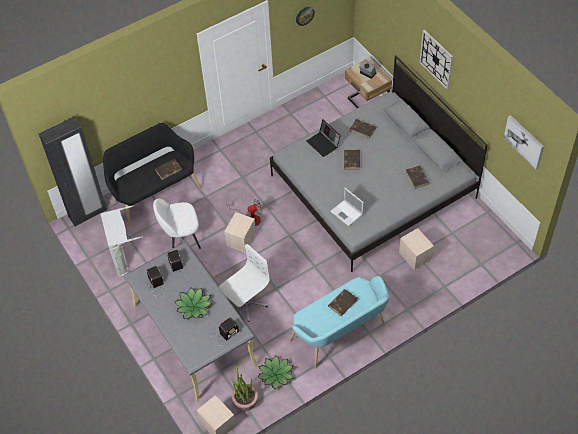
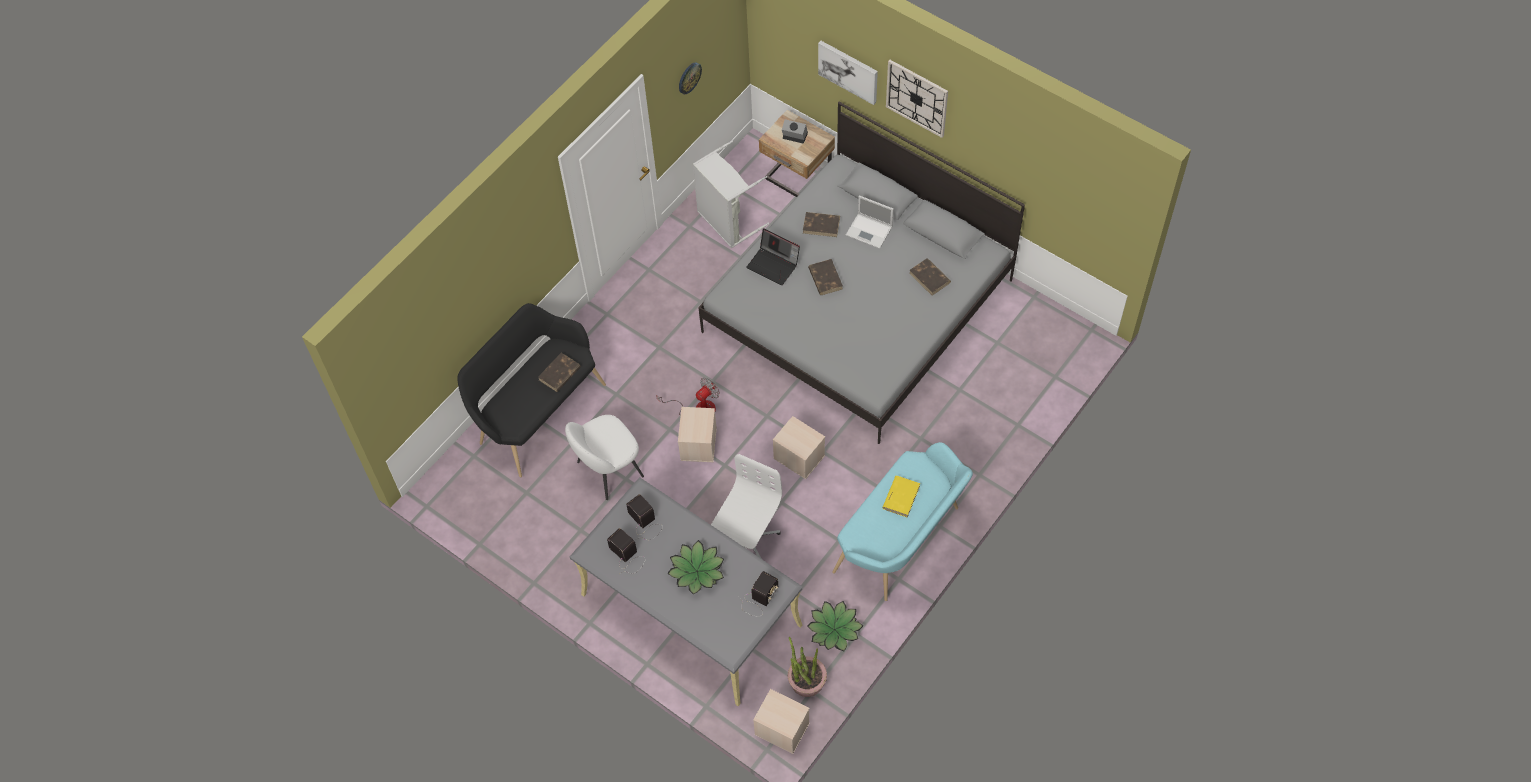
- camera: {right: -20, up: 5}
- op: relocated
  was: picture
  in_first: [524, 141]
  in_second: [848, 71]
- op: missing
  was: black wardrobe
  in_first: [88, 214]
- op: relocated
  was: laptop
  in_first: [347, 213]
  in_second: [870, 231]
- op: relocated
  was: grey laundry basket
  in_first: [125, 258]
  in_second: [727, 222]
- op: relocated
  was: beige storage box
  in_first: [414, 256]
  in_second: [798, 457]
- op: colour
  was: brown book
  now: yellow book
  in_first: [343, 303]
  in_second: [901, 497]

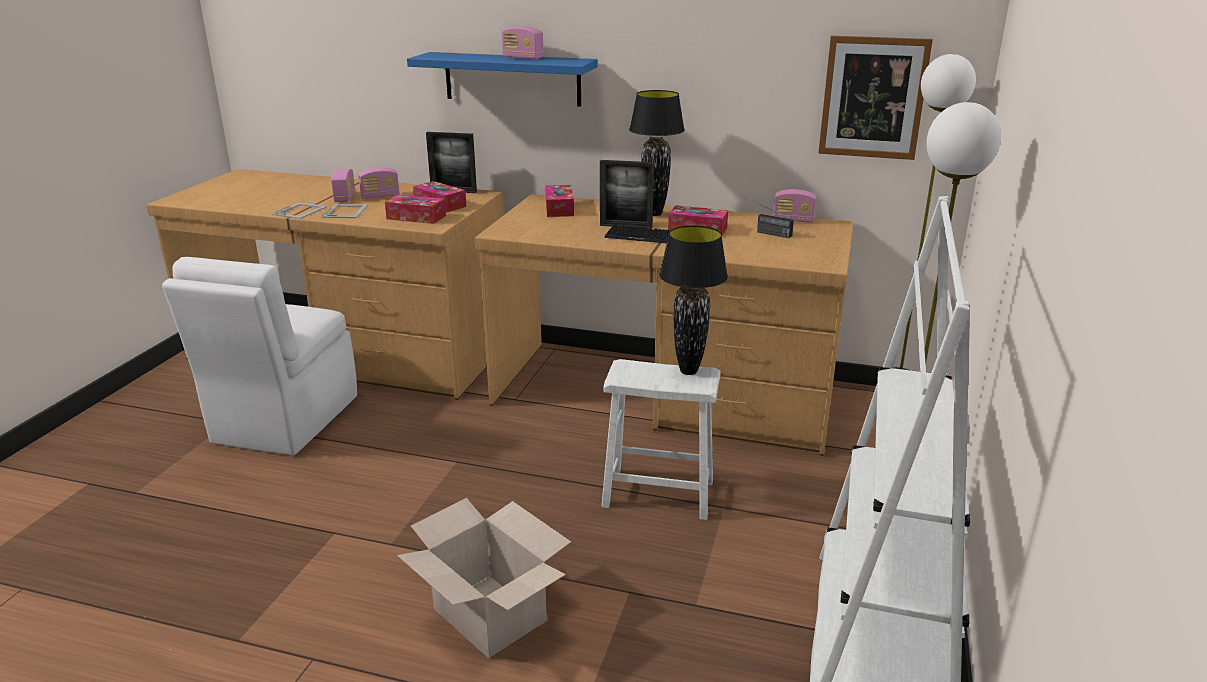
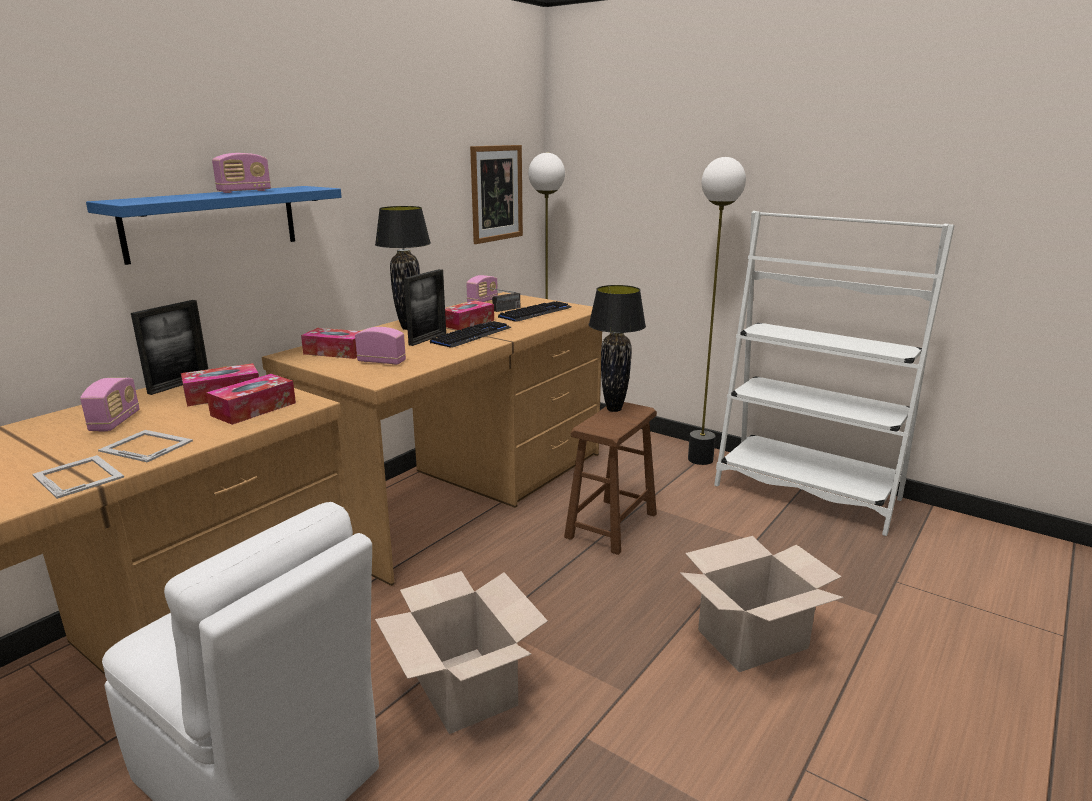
- camera: {right: -70, up: -5}
- op: relocated
  was: radio
  in_first: [345, 198]
  in_second: [381, 362]
- op: colour
  was: white stool
  now: brown stool
  in_first: [658, 494]
  in_second: [612, 525]
- op: appeared
  now: keyboard
  in_second: [535, 313]
- op: appeared
  now: cardboard box
  in_second: [466, 689]

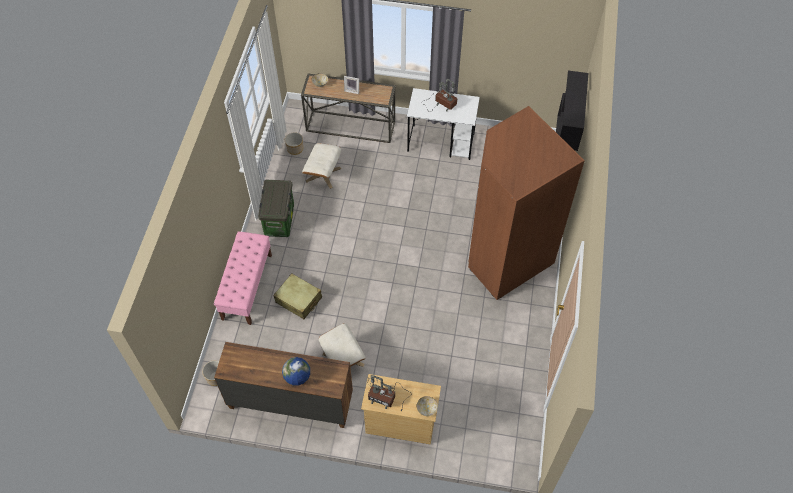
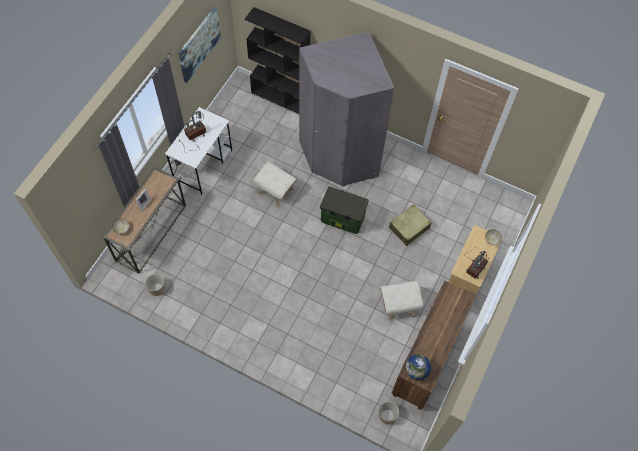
- camera: {right: -75, up: 5}
- op: colour
  was: brown wardrobe
  now: grey wardrobe
  in_first: [505, 256]
  in_second: [339, 157]
- op: relocated
  was: beige ottoman
  in_first: [323, 174]
  in_second: [275, 190]
- op: relocated
  was: storage box
  in_first: [279, 219]
  in_second: [342, 219]
- op: missing
  was: pink bench
  in_first: [247, 286]
- op: relocated
  was: beige suitcase
  in_first: [298, 300]
  in_second: [409, 228]
- op: relocated
  was: globe
  in_first: [297, 377]
  in_second: [416, 371]
- op: appeared
  now: picture
  in_second: [199, 44]

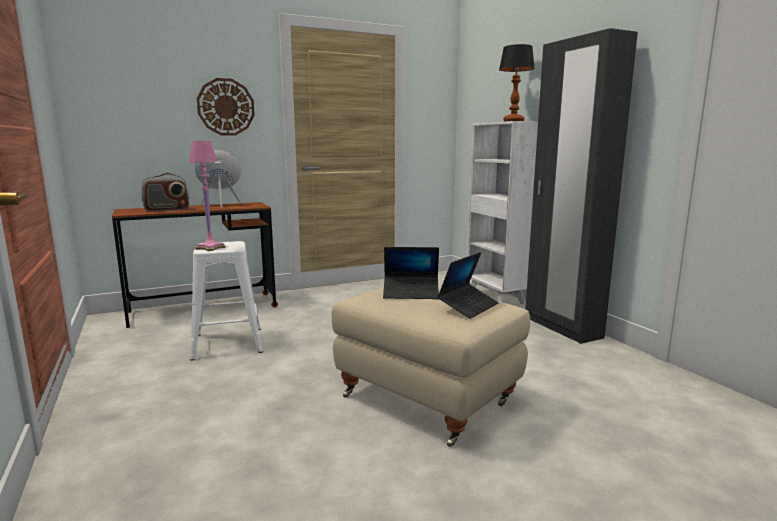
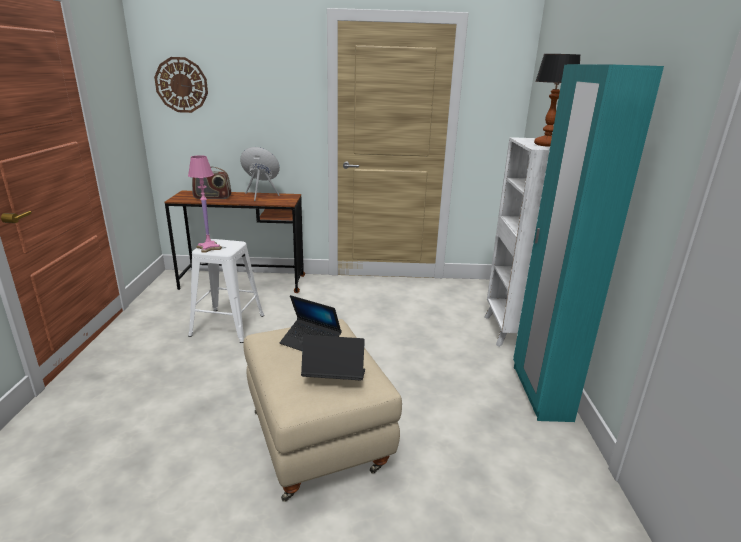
- camera: {right: 25, up: 10}
- op: colour
  was: black wardrobe
  now: turquoise wardrobe
  in_first: [562, 328]
  in_second: [540, 392]
- op: relocated
  was: wall clock
  in_first: [226, 107]
  in_second: [181, 85]
- op: spun
  was: laptop
  in_first: [468, 307]
  in_second: [334, 378]
  clockwise: -150

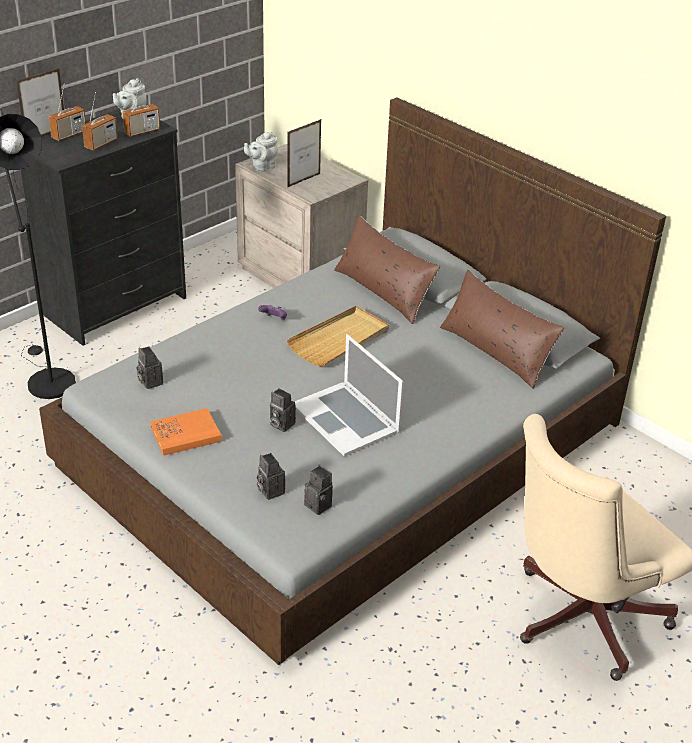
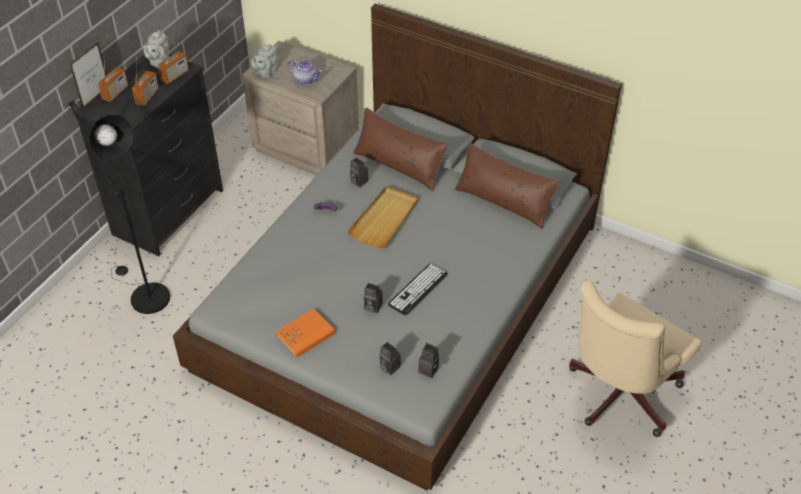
- camera: {right: -15, up: 10}
- op: exchanged
  was: picture frame
  now: teapot
  in_first: [304, 180]
  in_second: [305, 79]
- op: exchanged
  was: laptop
  now: keyboard
  in_first: [346, 418]
  in_second: [418, 289]
- op: relocated
  was: photo camera
  in_first: [149, 381]
  in_second: [358, 181]

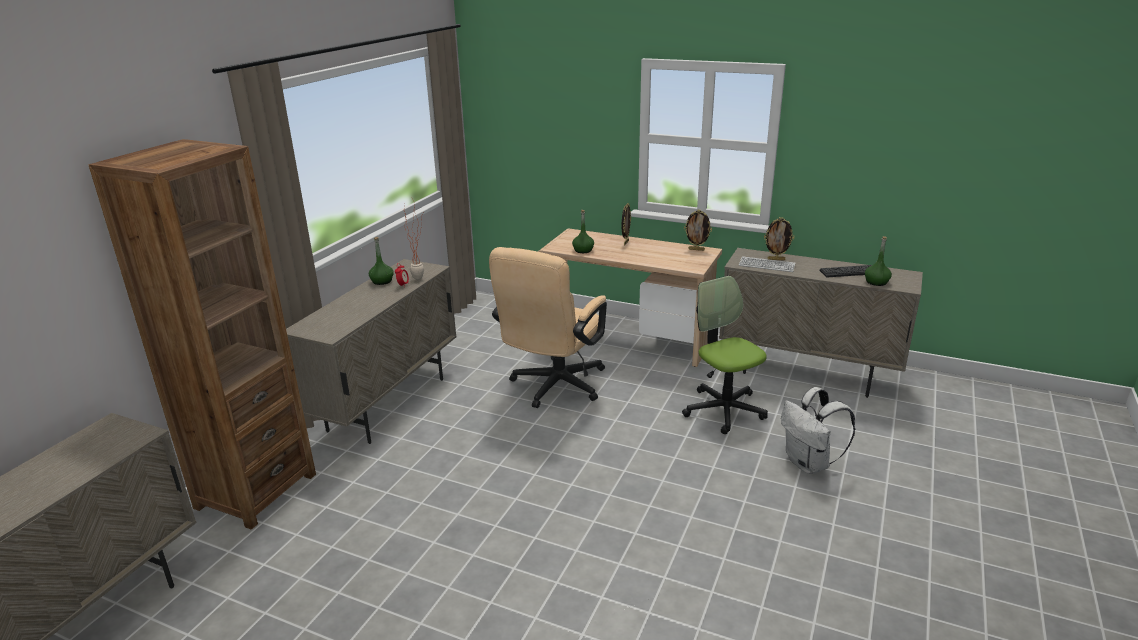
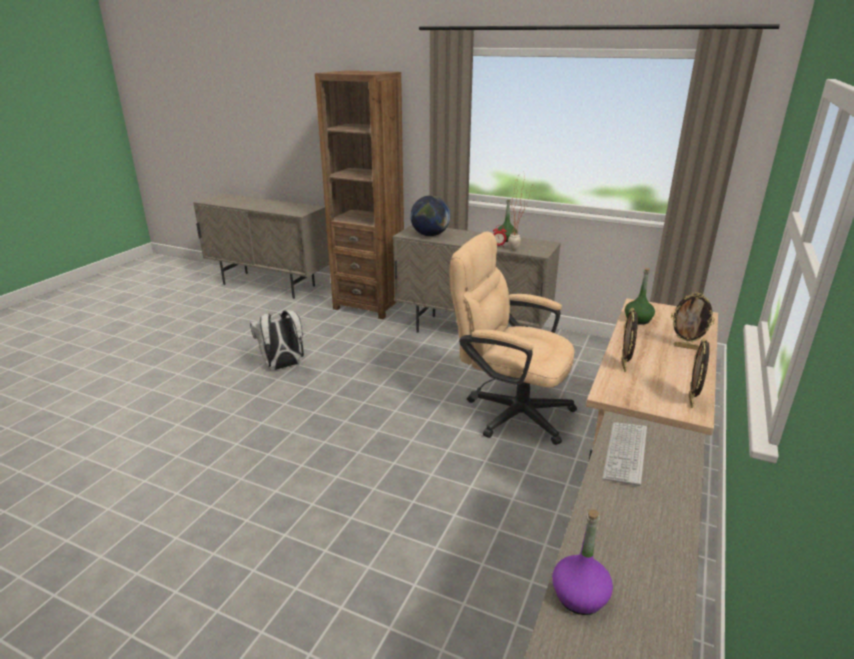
- camera: {right: 90, up: 0}
- op: relocated
  was: picture frame
  in_first: [776, 259]
  in_second: [624, 366]
- op: colour
  was: green bottle
  now: purple bottle
  in_first: [876, 282]
  in_second: [579, 597]
- op: missing
  was: keyboard
  in_first: [849, 272]
- op: missing
  was: office chair
  in_first: [724, 410]
- op: relocated
  was: white backpack
  in_first: [809, 464]
  in_second: [283, 366]
- op: appeared
  now: globe
  in_second: [430, 235]

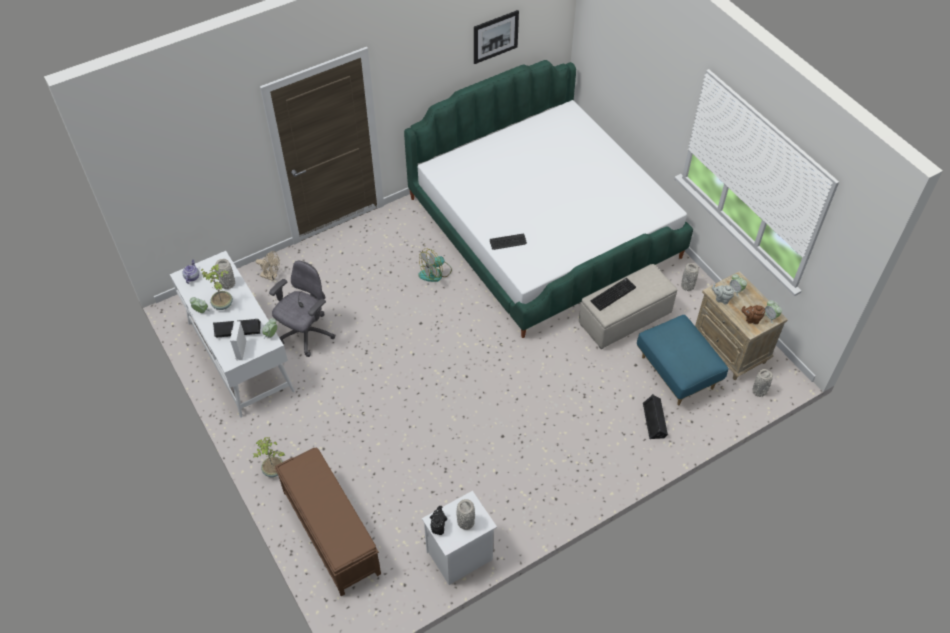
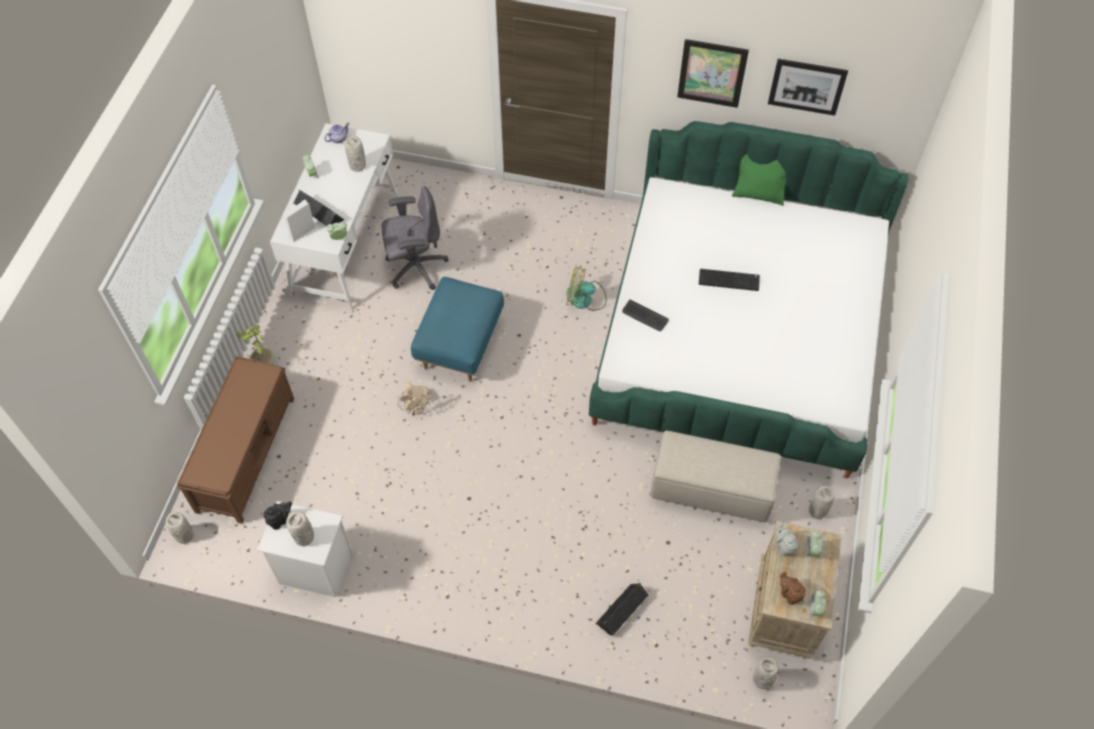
- camera: {right: 45, up: 5}
- op: relocated
  was: beige fan
  in_first: [271, 276]
  in_second: [416, 409]
- op: missing
  was: potted plant
  in_first: [223, 304]
- op: relocated
  was: keyboard
  in_first: [613, 294]
  in_second: [729, 279]
- op: relocated
  was: blue ottoman
  in_first: [676, 373]
  in_second: [460, 344]
- op: appeared
  now: picture
  in_second: [712, 73]
- op: appeared
  now: green pillow
  in_second: [758, 195]
- op: appeared
  now: grey vase
  in_second: [184, 535]

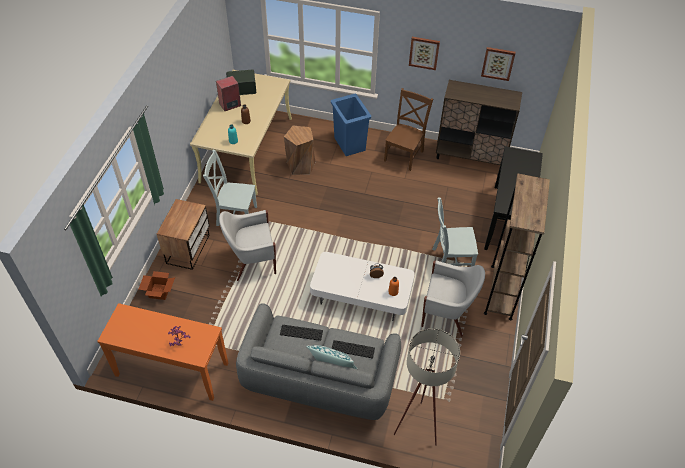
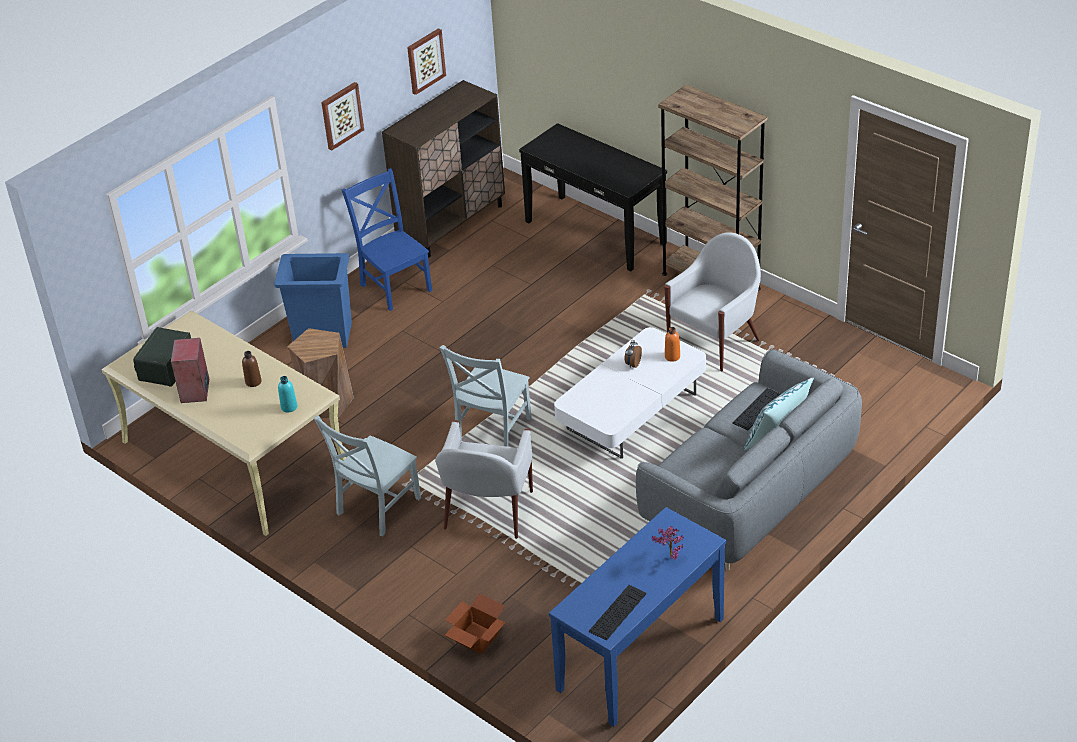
- camera: {right: -60, up: -10}
- op: colour
  was: brown chair
  now: blue chair
  in_first: [404, 155]
  in_second: [395, 286]
- op: relocated
  was: grey chair
  in_first: [449, 261]
  in_second: [492, 432]
- op: missing
  was: nightstand
  in_first: [189, 249]
- op: colour
  was: orange console table
  now: blue console table
  in_first: [172, 370]
  in_second: [641, 654]
- op: relocated
  was: keyboard
  in_first: [301, 332]
  in_second: [617, 612]
- op: missing
  was: beige floor lamp
  in_first: [418, 422]

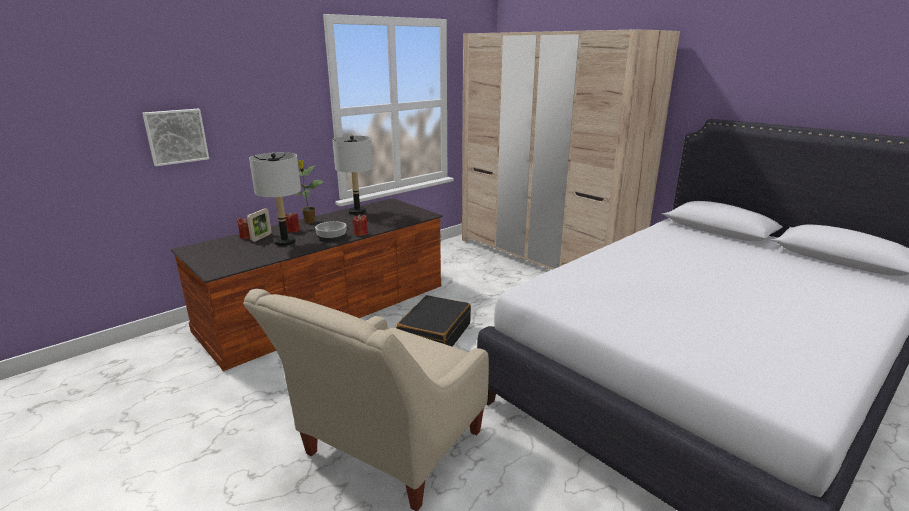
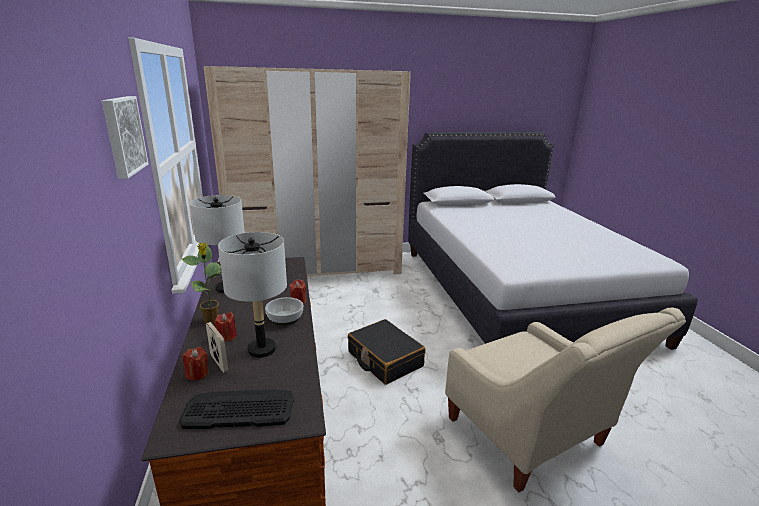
- camera: {right: -60, up: 0}
- op: relocated
  was: picture
  in_first: [176, 136]
  in_second: [122, 135]
- op: appeared
  now: keyboard
  in_second: [238, 409]

